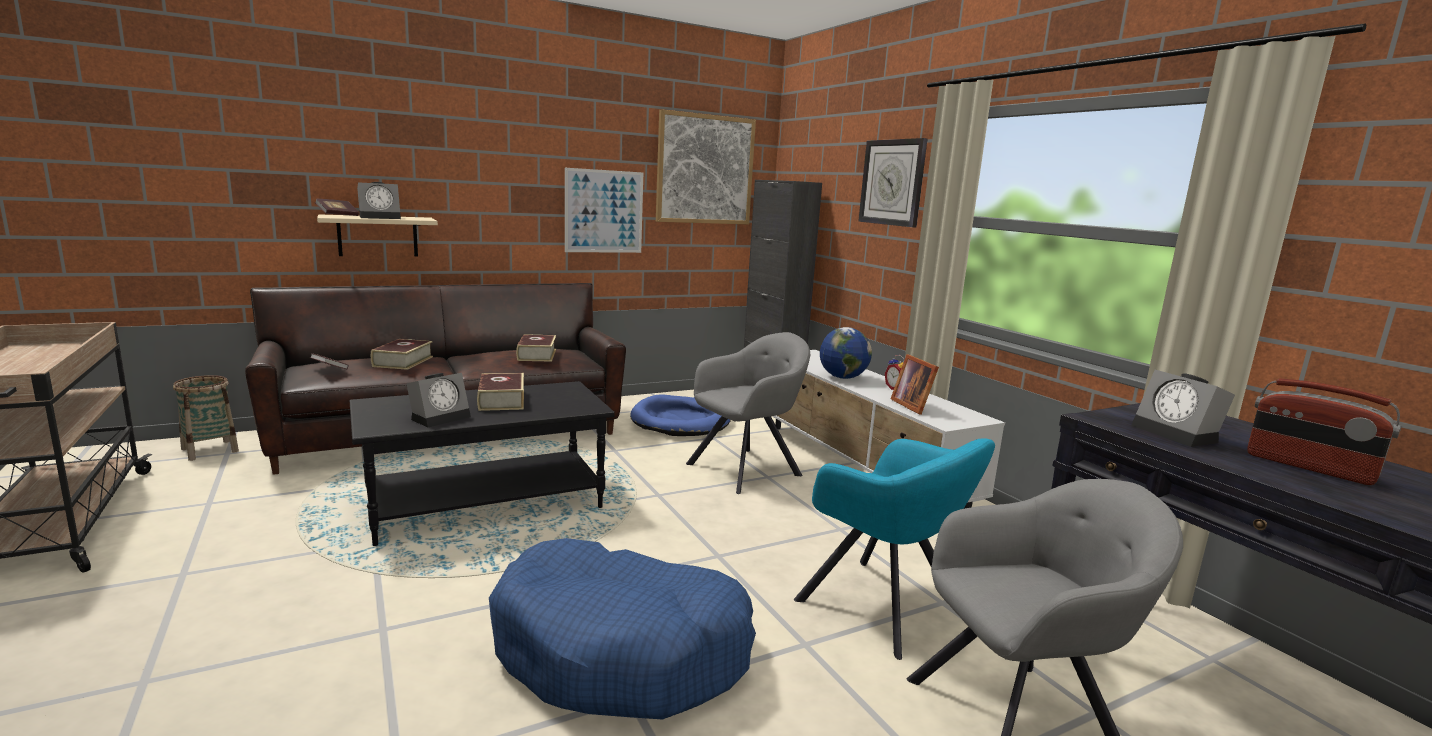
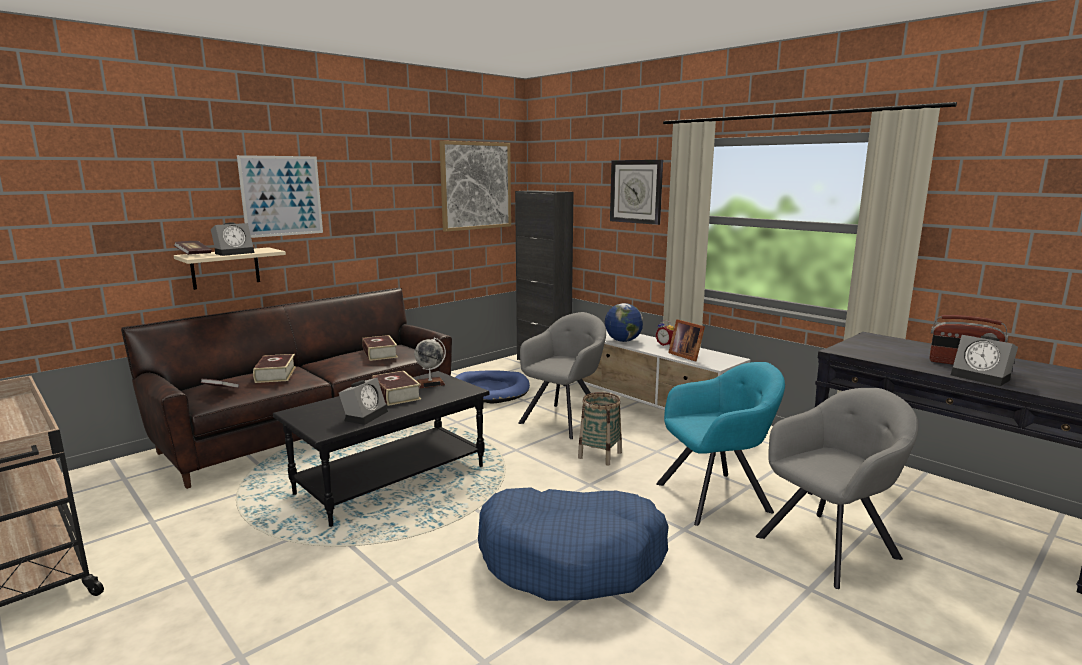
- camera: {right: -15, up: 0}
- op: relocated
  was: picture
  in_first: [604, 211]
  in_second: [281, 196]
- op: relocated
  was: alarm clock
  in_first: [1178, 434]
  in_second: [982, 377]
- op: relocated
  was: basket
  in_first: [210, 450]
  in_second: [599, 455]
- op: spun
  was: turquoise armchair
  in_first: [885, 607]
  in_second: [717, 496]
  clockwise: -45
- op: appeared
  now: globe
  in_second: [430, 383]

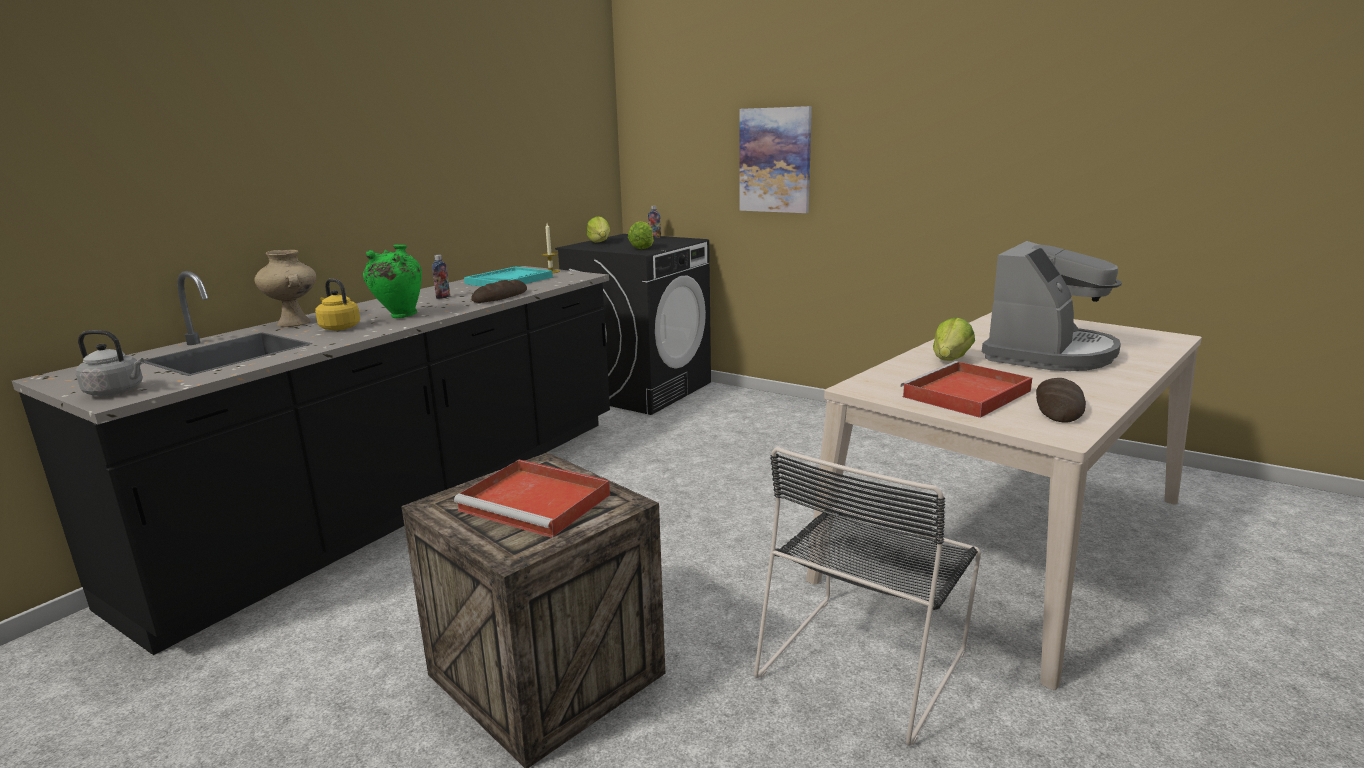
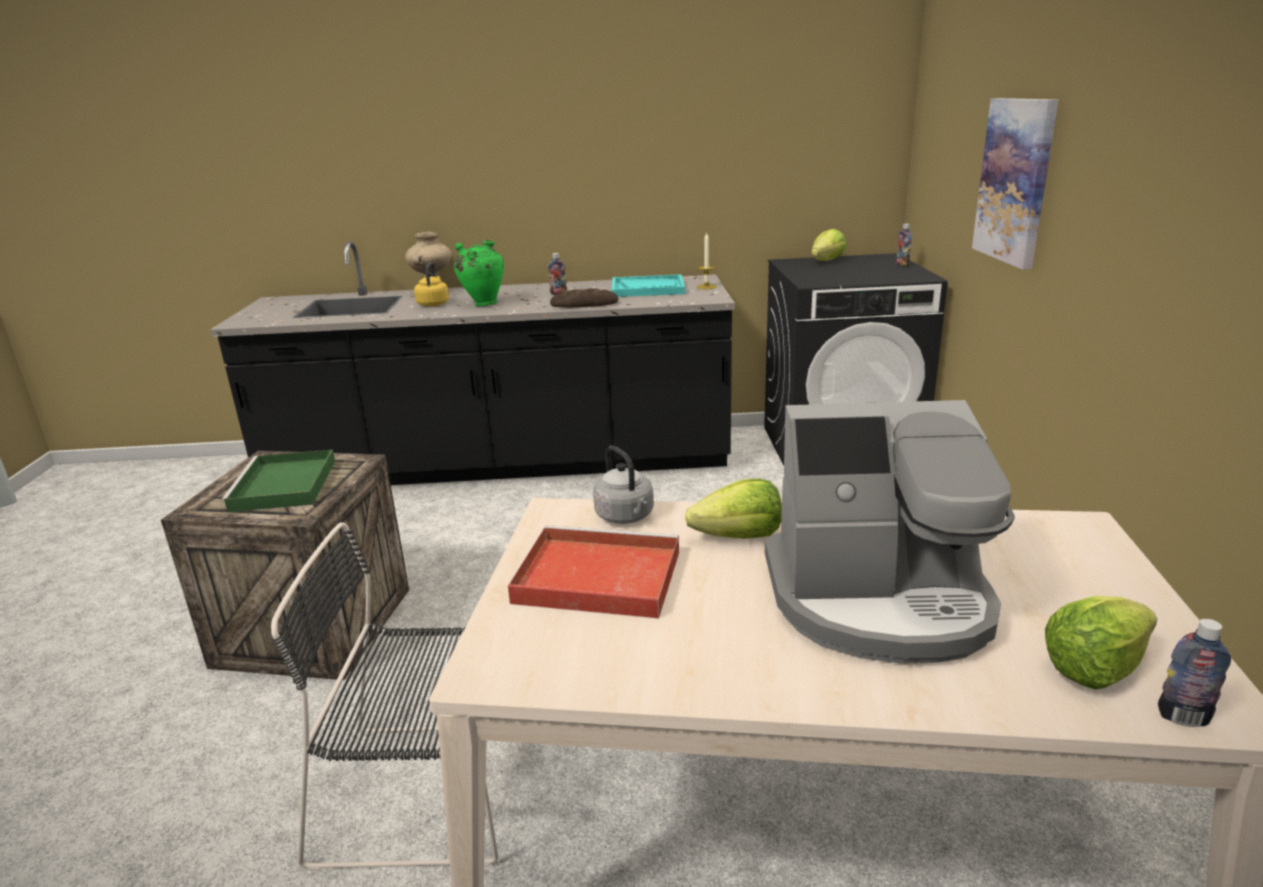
- camera: {right: 55, up: 5}
- op: relocated
  was: lettuce
  in_first: [642, 247]
  in_second: [1094, 667]
- op: relocated
  was: grey kettle
  in_first: [117, 391]
  in_second: [626, 517]
- op: missing
  was: bread
  in_first: [1059, 406]
- op: colour
  was: red tray
  now: green tray
  in_first: [537, 503]
  in_second: [284, 486]
- op: appeared
  now: bottle
  in_second: [1183, 717]

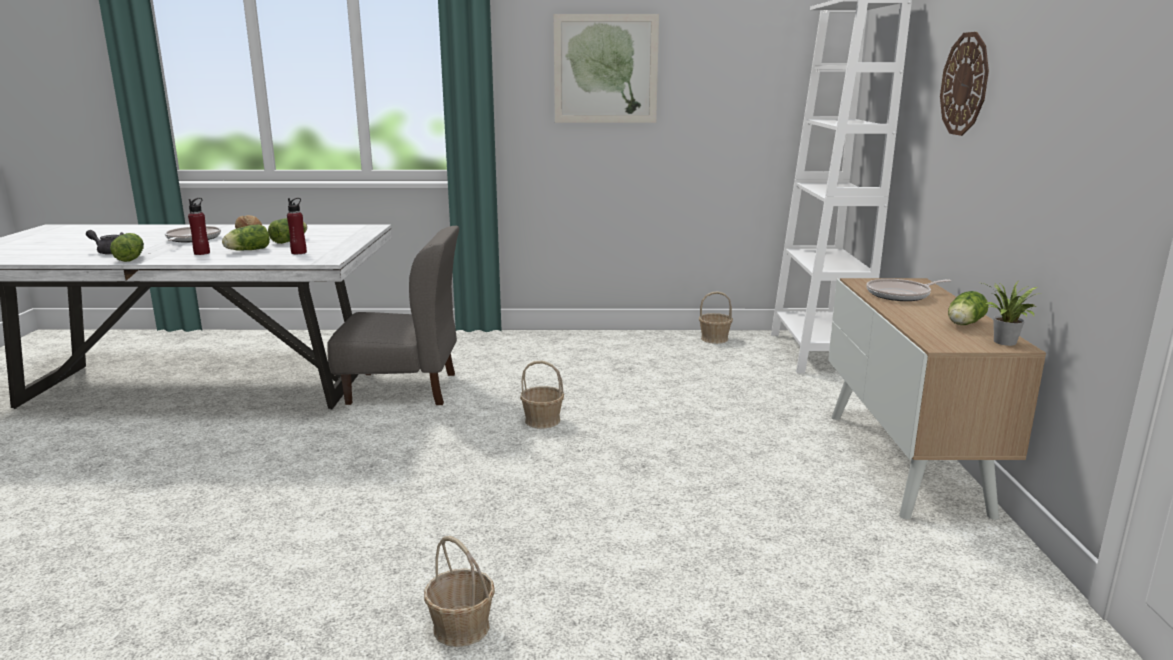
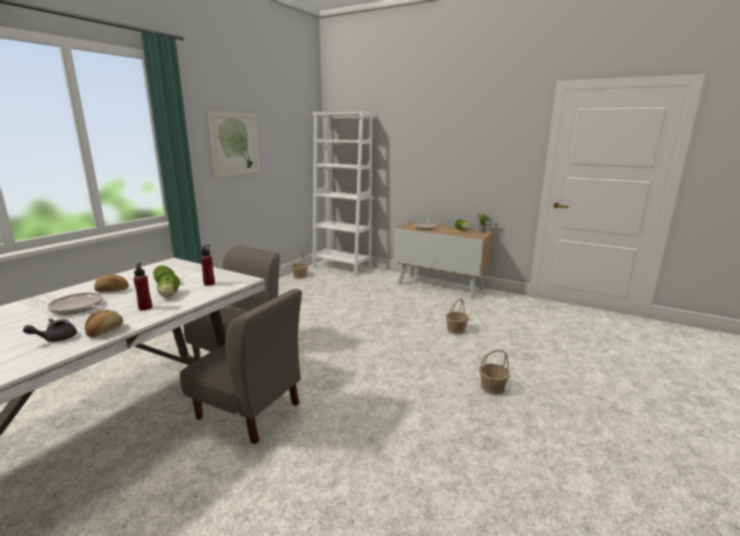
- camera: {right: -60, up: 0}
- op: missing
  was: wall clock
  in_first: [965, 84]
- op: exchanged
  was: lettuce
  now: bread
  in_first: [131, 258]
  in_second: [105, 331]
- op: relocated
  was: basket
  in_first: [542, 421]
  in_second: [456, 330]
- op: appeared
  now: grey chair
  in_second: [249, 411]

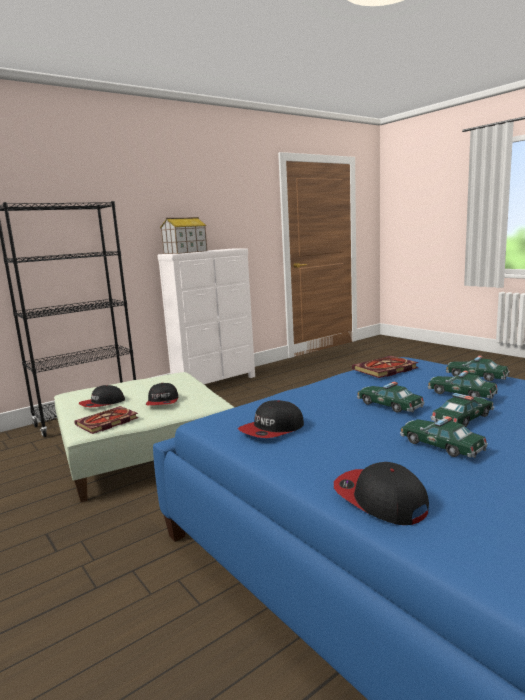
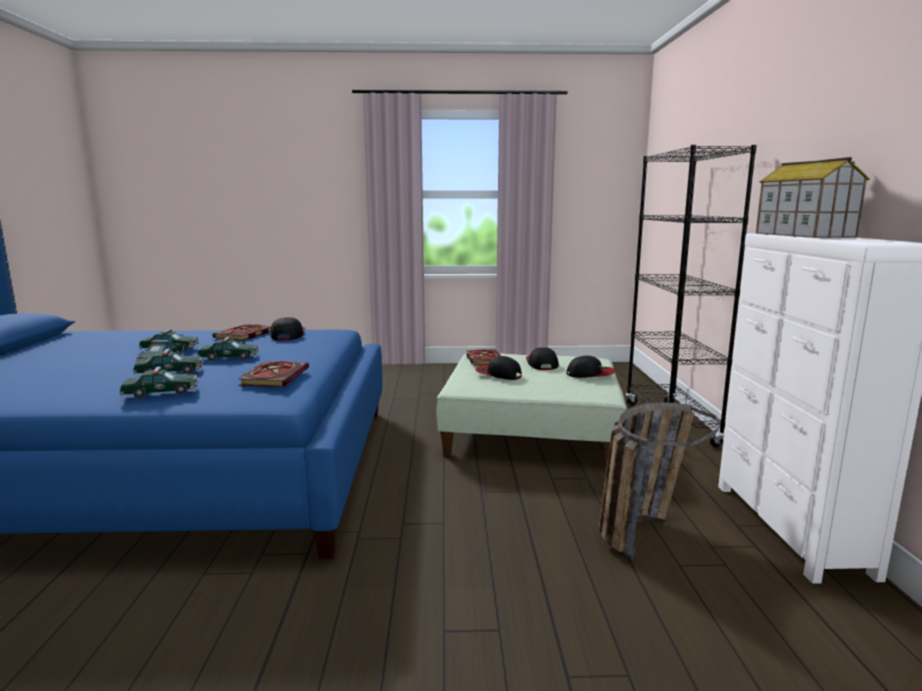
- camera: {right: 125, up: 0}
- op: relocated
  was: cap
  in_first: [379, 499]
  in_second: [590, 374]
- op: appeared
  now: book
  in_second: [244, 335]
- op: appeared
  now: basket
  in_second: [642, 528]

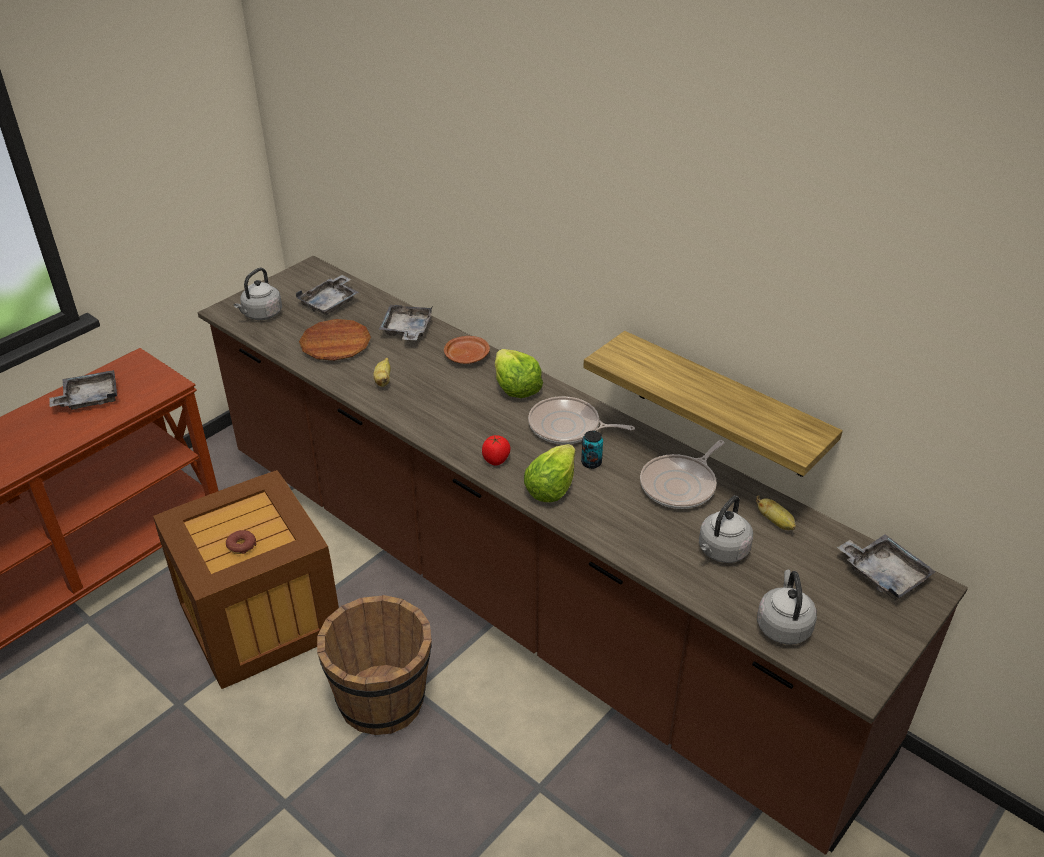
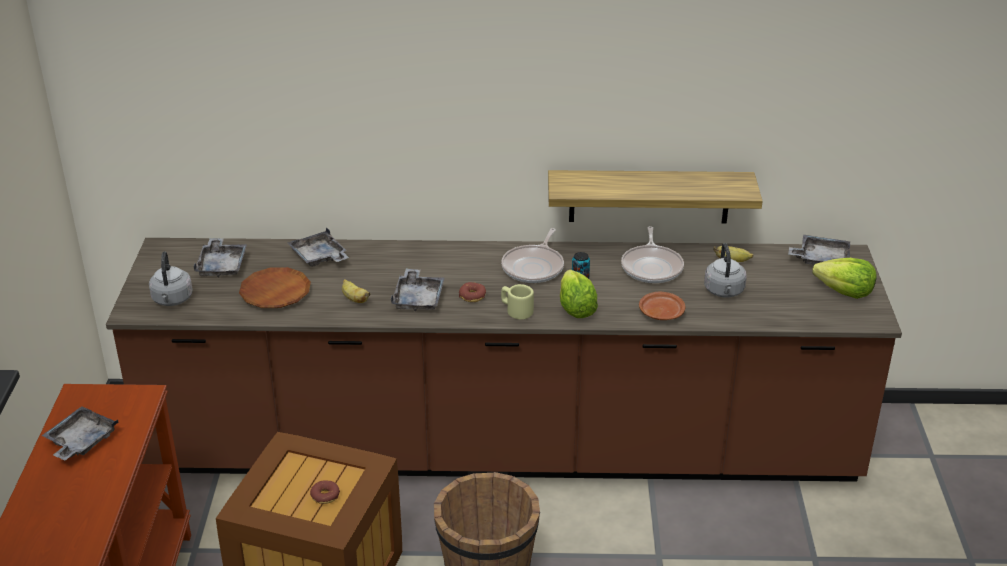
- camera: {right: -40, up: -5}
- op: relocated
  was: brown plate
  in_first: [467, 356]
  in_second: [661, 313]
- op: relocated
  was: lettuce
  in_first: [516, 387]
  in_second: [844, 291]
- op: spun
  was: frying pan
  in_first: [568, 427]
  in_second: [534, 267]
  clockwise: -45
- op: exchanged
  was: tomato
  now: beige mug
  in_first: [496, 460]
  in_second: [516, 310]
- op: missing
  was: grey kettle
  in_first: [783, 625]
- op: appeared
  now: grey tray
  in_second: [418, 298]
- op: appeared
  now: donut
  in_second: [472, 296]

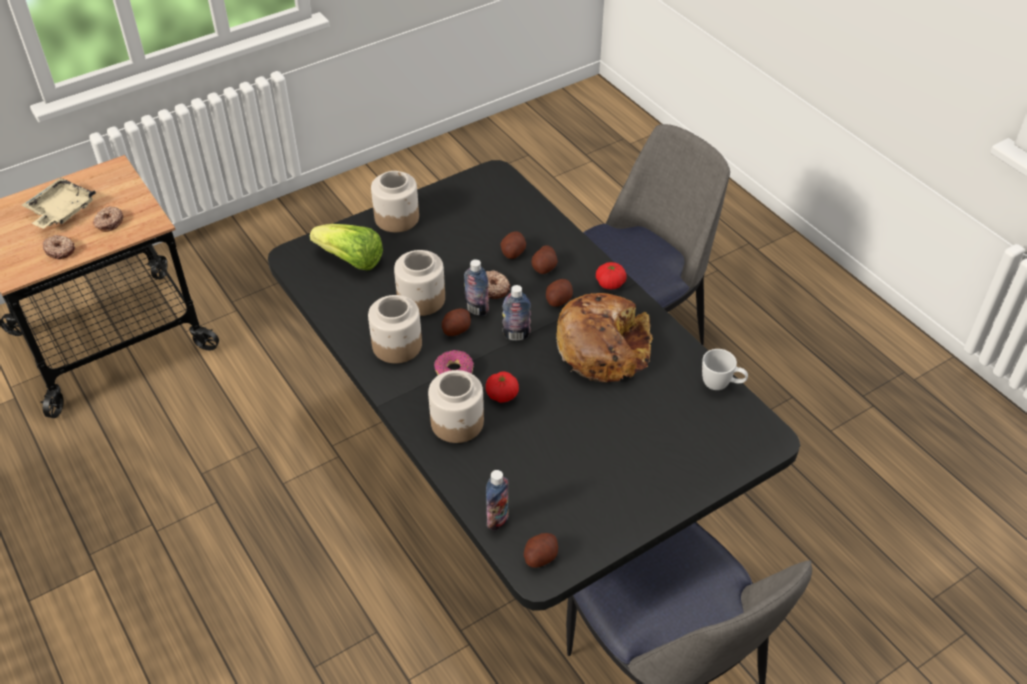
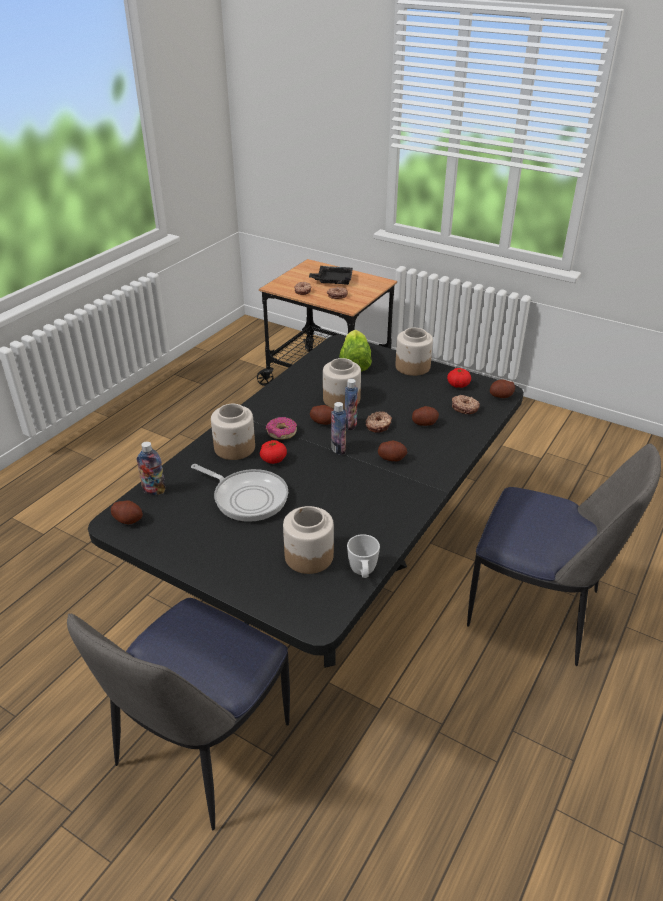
- camera: {right: 65, up: -10}
- op: colour
  was: beige tray
  now: black tray
  in_first: [60, 211]
  in_second: [333, 281]
- op: relocated
  was: potato
  in_first: [544, 268]
  in_second: [501, 396]
- op: relocated
  was: tomato
  in_first: [610, 283]
  in_second: [458, 385]
- op: missing
  was: bread
  in_first: [603, 348]
- op: relocated
  was: jar
  in_first: [396, 345]
  in_second: [308, 556]
- op: appeared
  now: donut
  in_second: [464, 408]
- op: appeared
  now: frying pan
  in_second: [247, 497]

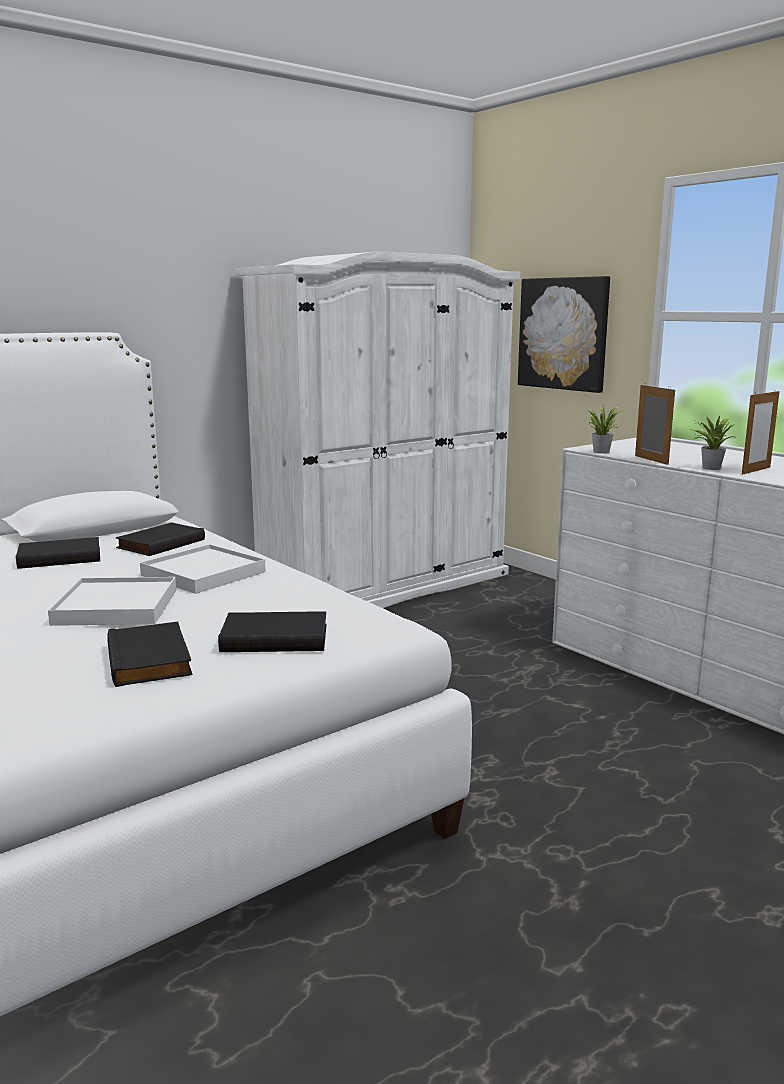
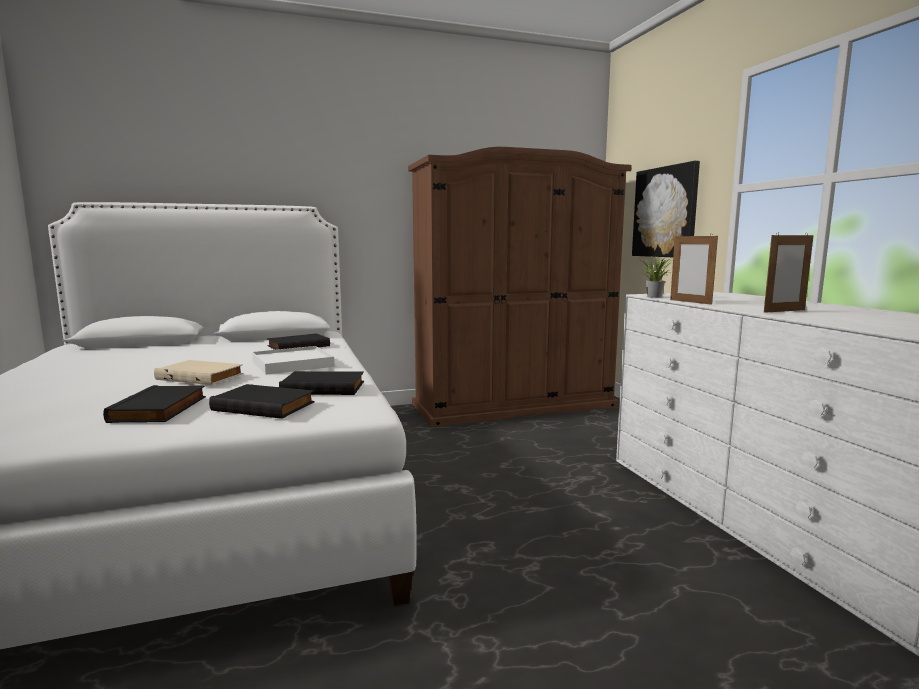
- camera: {right: 20, up: -5}
- op: colour
  was: white wardrobe
  now: brown wardrobe
  in_first: [385, 586]
  in_second: [514, 405]
- op: spun
  was: picture frame
  in_first: [651, 460]
  in_second: [690, 302]
  clockwise: 150
- op: missing
  was: potted plant
  in_first: [709, 468]
- op: relocated
  was: black book
  in_first: [60, 557]
  in_second: [324, 387]
- op: exchanged
  was: white tray
  now: beige book
  in_first: [117, 607]
  in_second: [201, 376]

